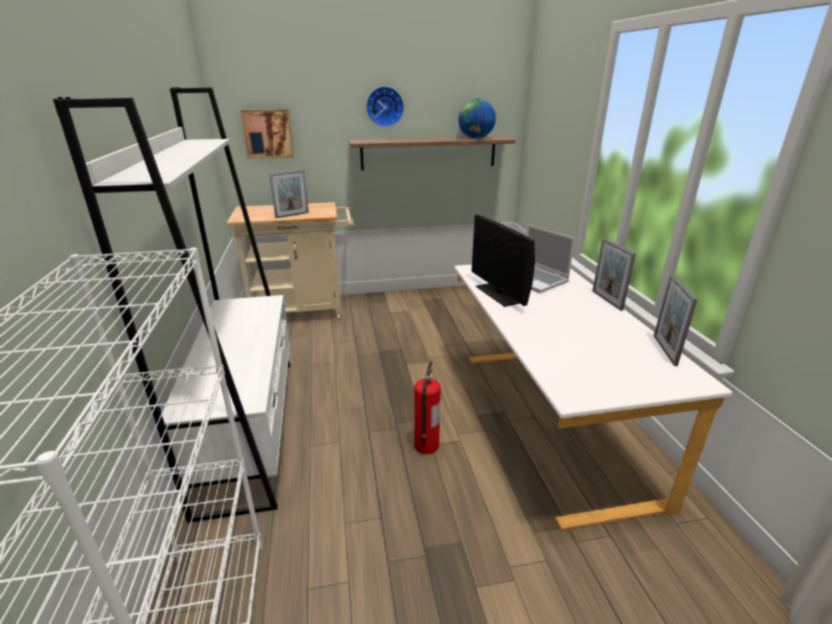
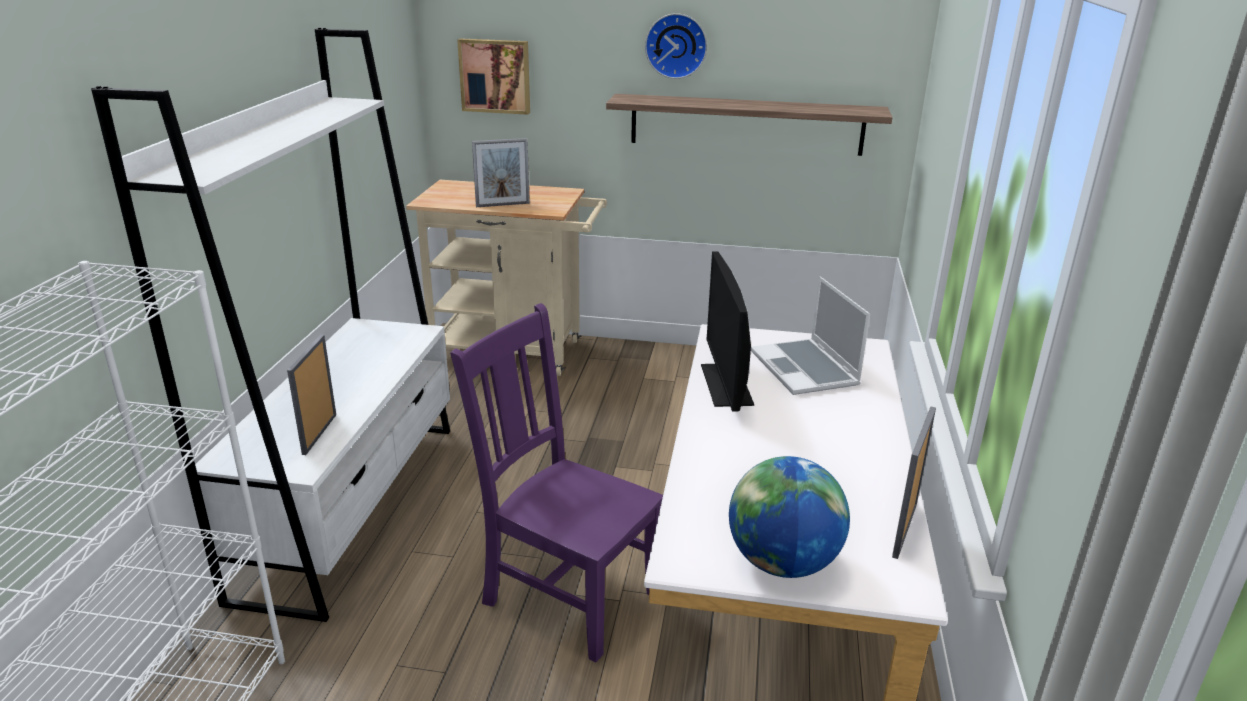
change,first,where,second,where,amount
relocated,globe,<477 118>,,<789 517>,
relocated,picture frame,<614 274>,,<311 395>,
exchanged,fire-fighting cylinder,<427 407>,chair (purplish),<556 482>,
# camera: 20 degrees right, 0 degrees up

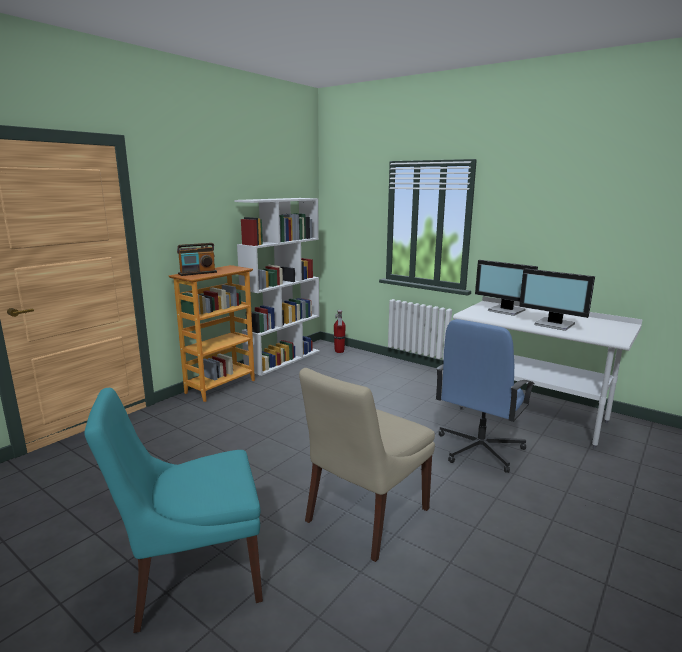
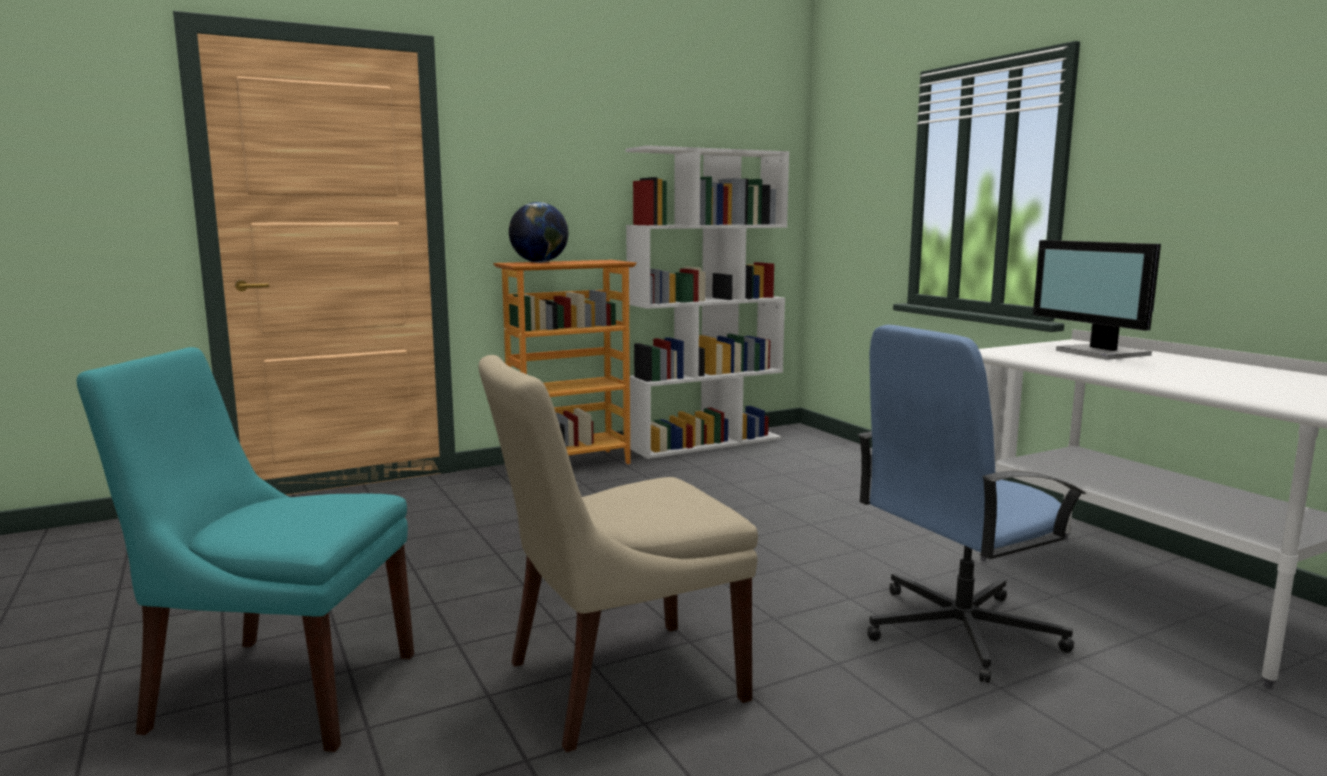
change,first,where,second,where,amount
missing,fire-fighting cylinder,<339 331>,,,
missing,monitor,<557 299>,,,
exchanged,radio receiver,<197 259>,globe,<539 232>,
# camera: 25 degrees right, 5 degrees down

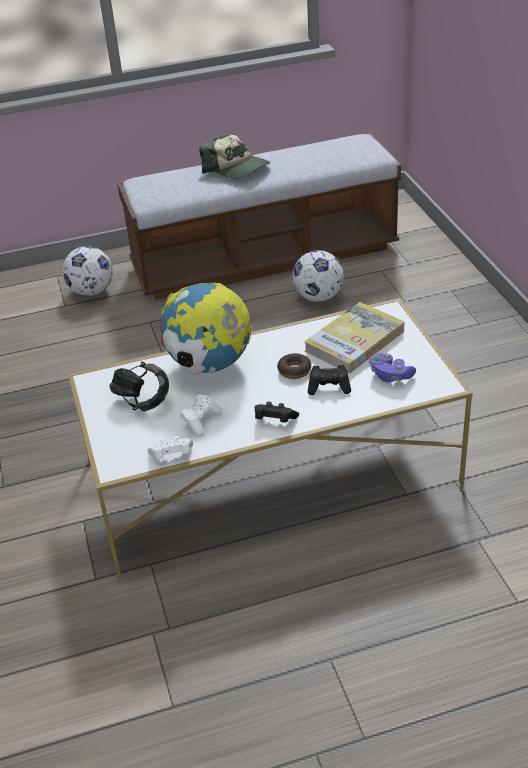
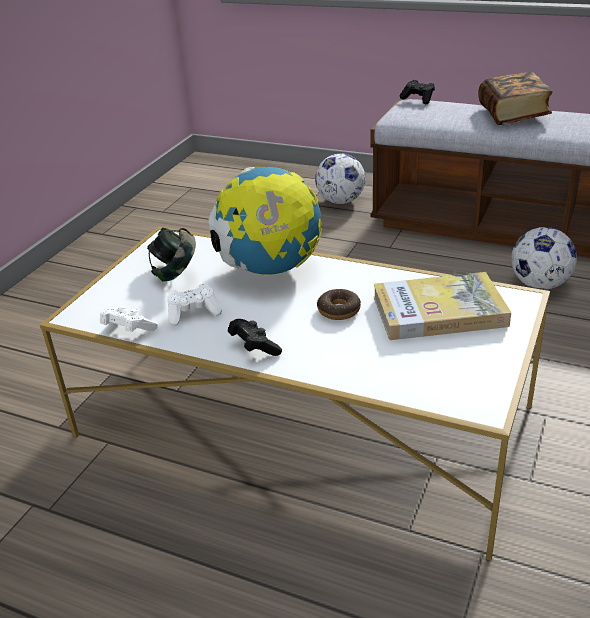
change,first,where,second,where,amount
missing,joypad (purplish),<392 368>,,,
relocated,joypad (black-coloured),<329 380>,,<417 92>,
exchanged,baseball cap,<234 156>,bound book,<515 98>,
# camera: 40 degrees right, 5 degrees down

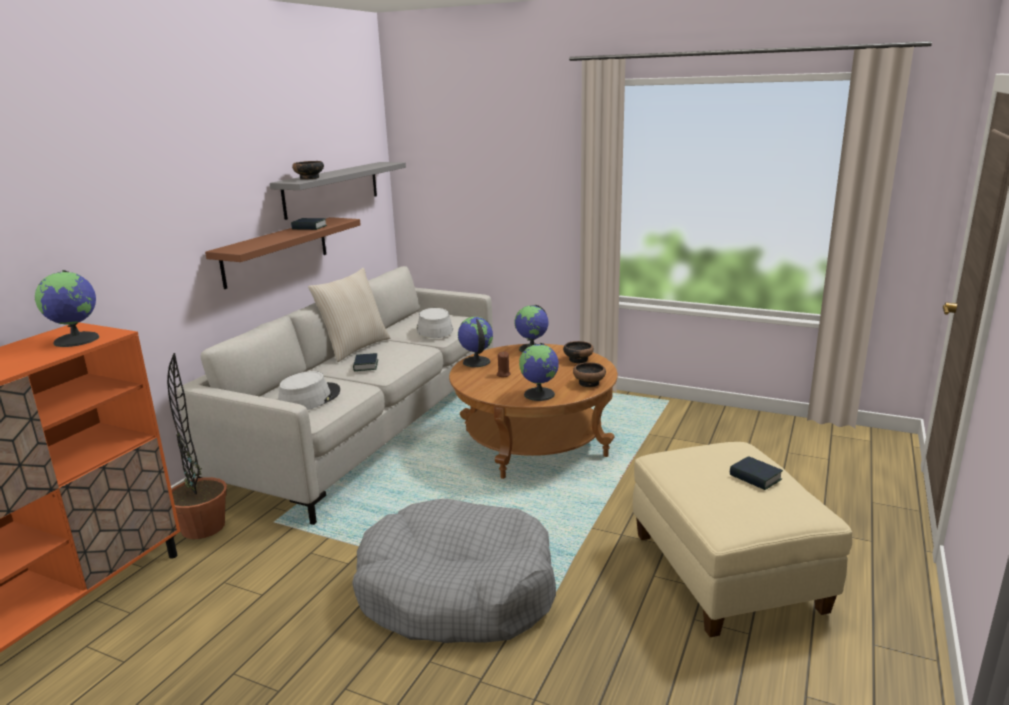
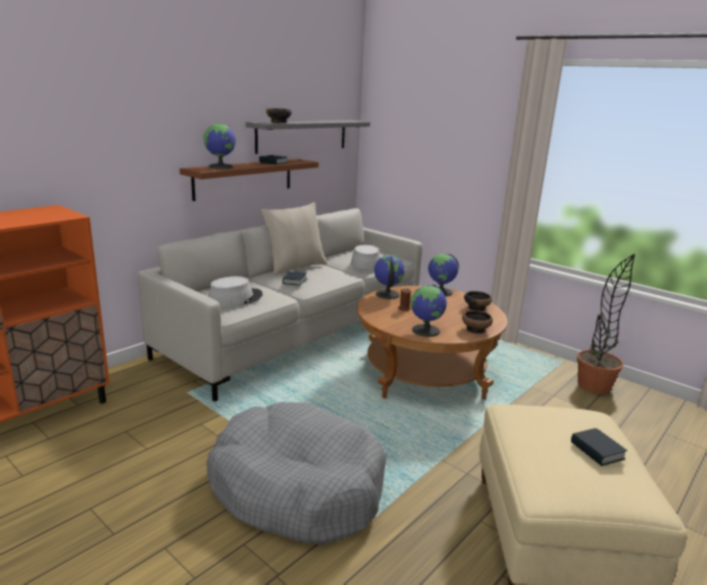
change,first,where,second,where,amount
relocated,globe,<67 308>,,<219 146>,
relocated,plant in a pot,<197 446>,,<606 324>,
# camera: 15 degrees right, 0 degrees up

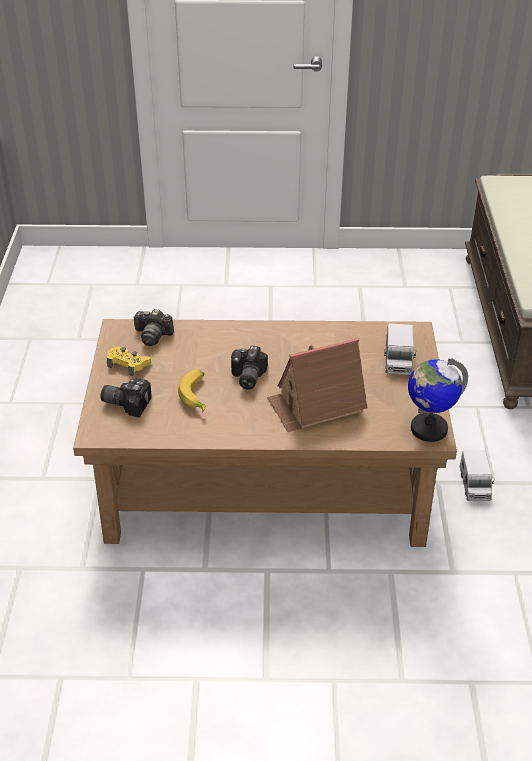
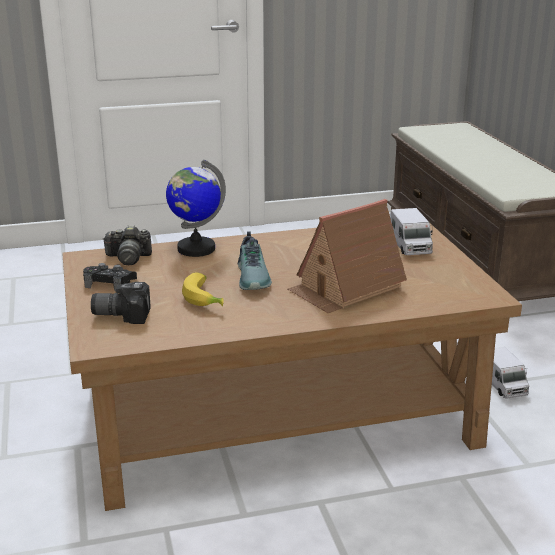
change,first,where,second,where,amount
relocated,globe,<438 400>,,<196 208>,
exchanged,photo camera,<249 368>,low shoe,<255 260>,
colour,joypad (yellow-coloured),<128 361>,joypad (black-coloured),<110 277>,
# camera: 15 degrees left, 15 degrees down

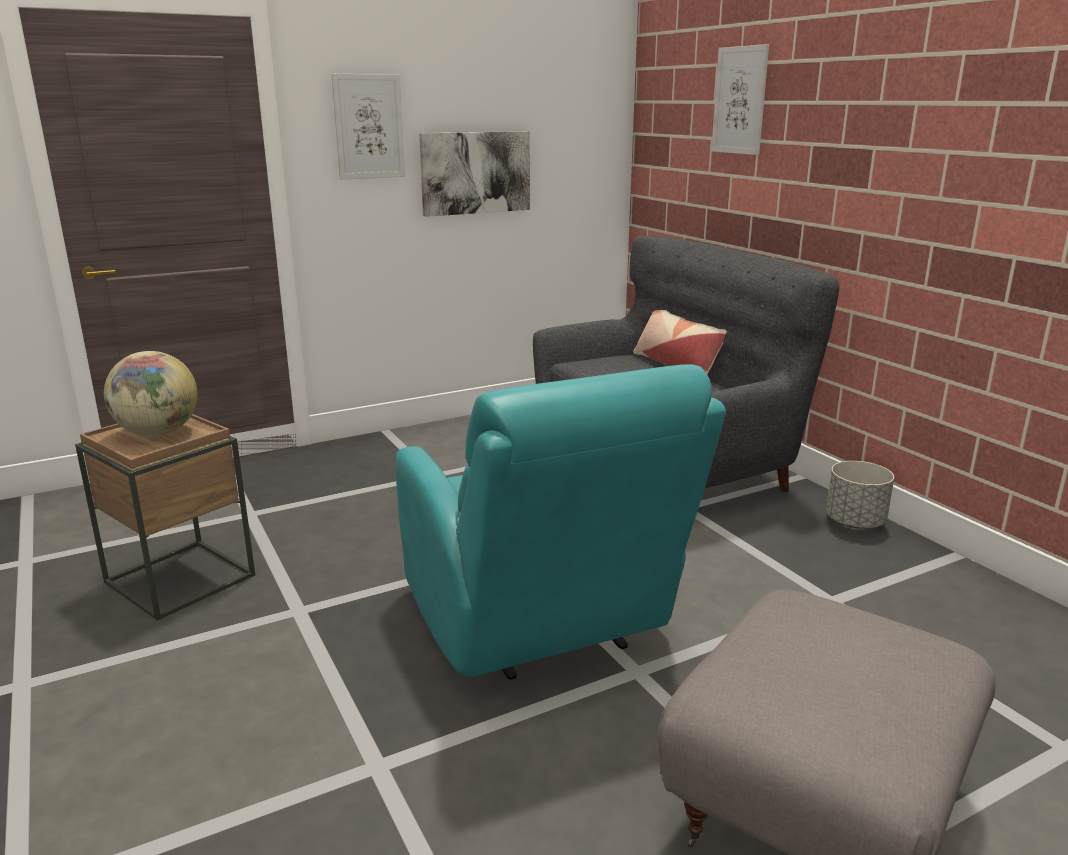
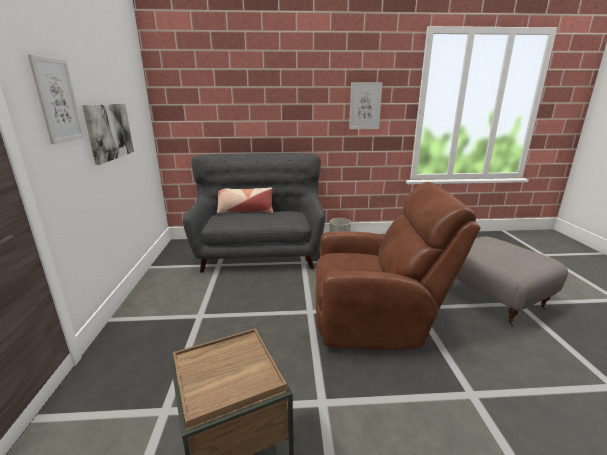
change,first,where,second,where,amount
missing,globe,<150 393>,,,
relocated,wall picture,<740 99>,,<365 105>,
colour,lounge chair (blue-green),<560 522>,lounge chair (brownish),<397 266>,
# camera: 65 degrees left, 0 degrees up

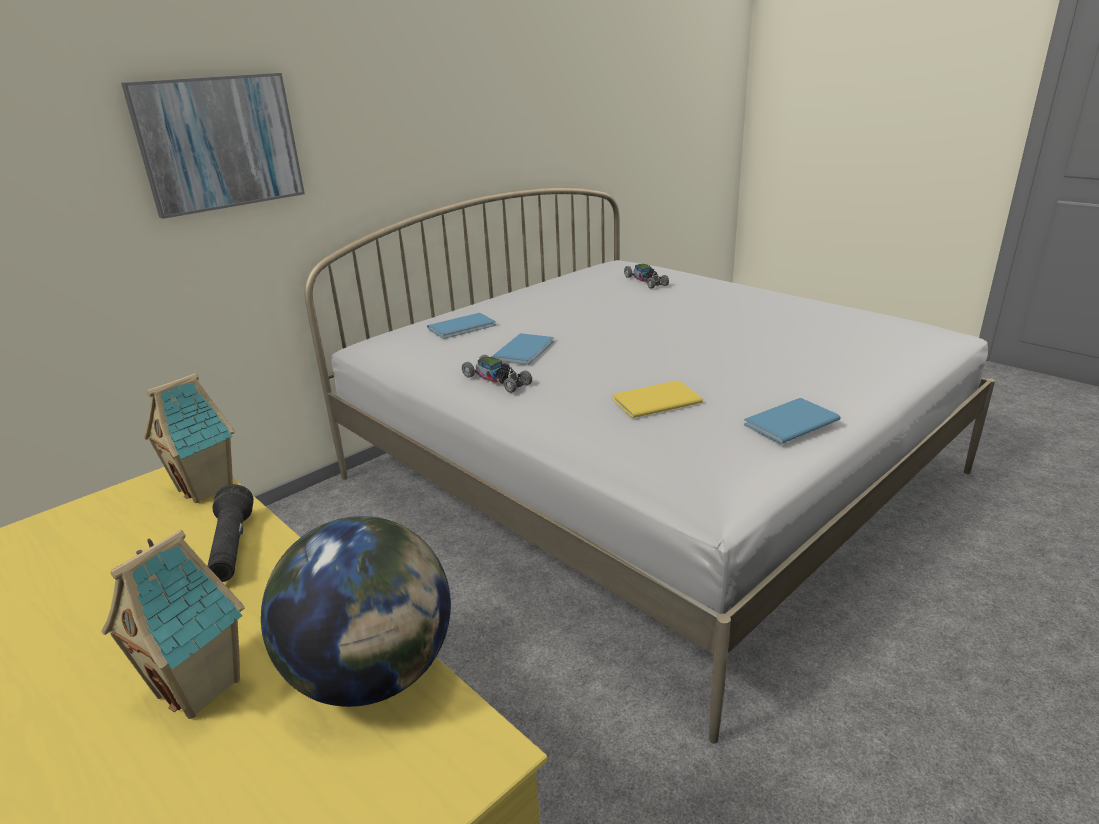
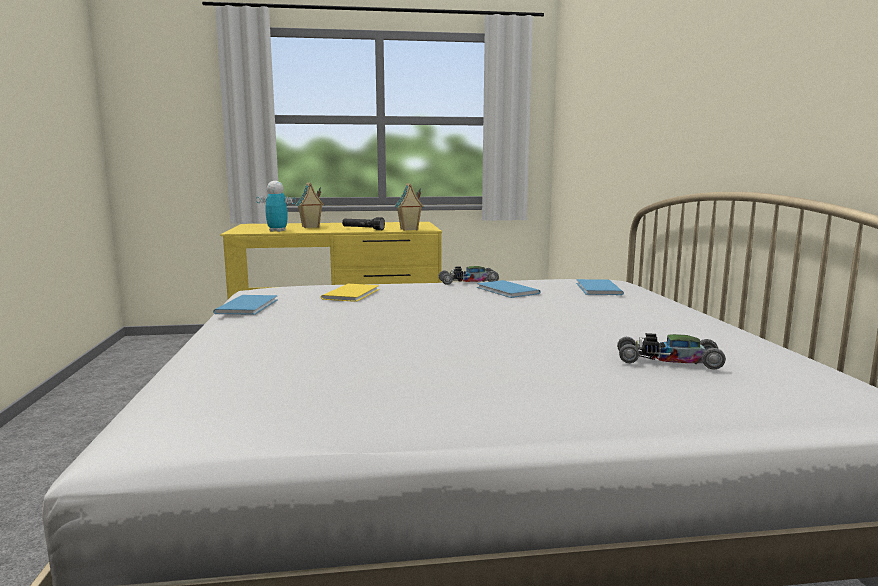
change,first,where,second,where,amount
missing,wall picture,<213 146>,,,
exchanged,globe,<356 611>,robot figure,<276 206>,
# camera: 125 degrees right, 15 degrees down

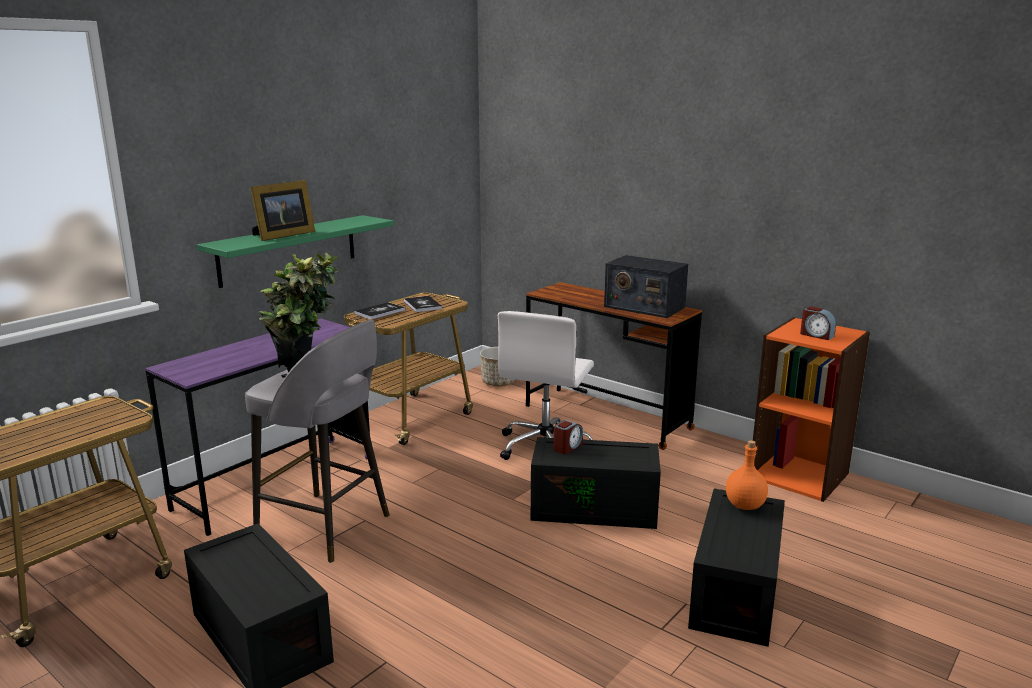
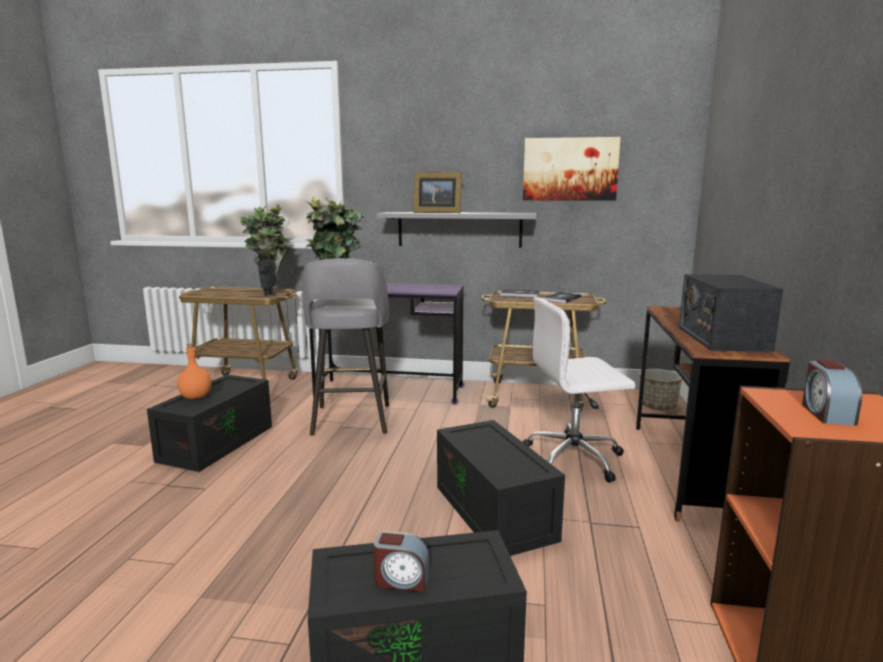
change,first,where,second,where,amount
appeared,,,plant in a pot,<266 250>,
appeared,,,wall picture,<572 169>,
relocated,bedside clock,<568 437>,,<401 561>,
relocated,bottle (orangey),<747 475>,,<194 371>,
colour,wall shelf (greenish),<295 251>,wall shelf (grey),<456 230>,
# camera: 60 degrees right, 5 degrees down

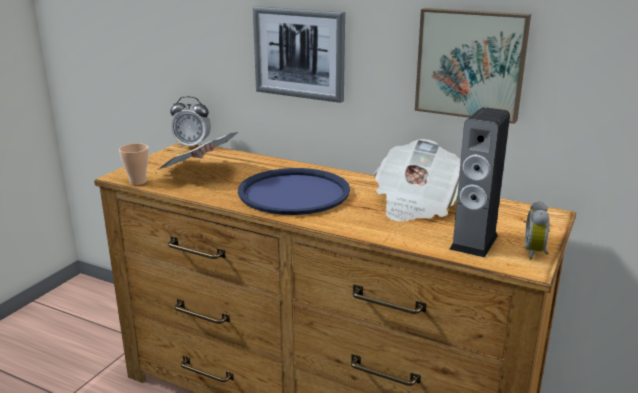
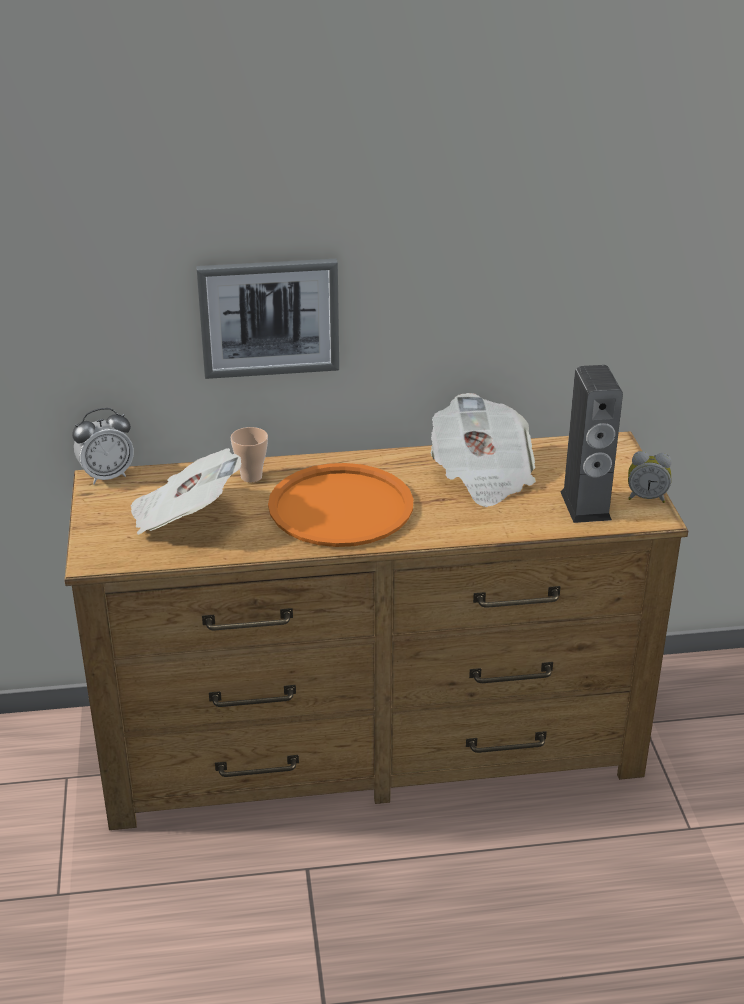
change,first,where,second,where,amount
missing,wall picture,<473 66>,,,
relocated,small cup,<134 164>,,<249 455>,
colour,tray (blue-coloured),<294 191>,tray (orangey),<340 505>,
spun,bedside clock,<537 230>,,<650 477>,60 degrees counterclockwise
# camera: 35 degrees left, 10 degrees up

